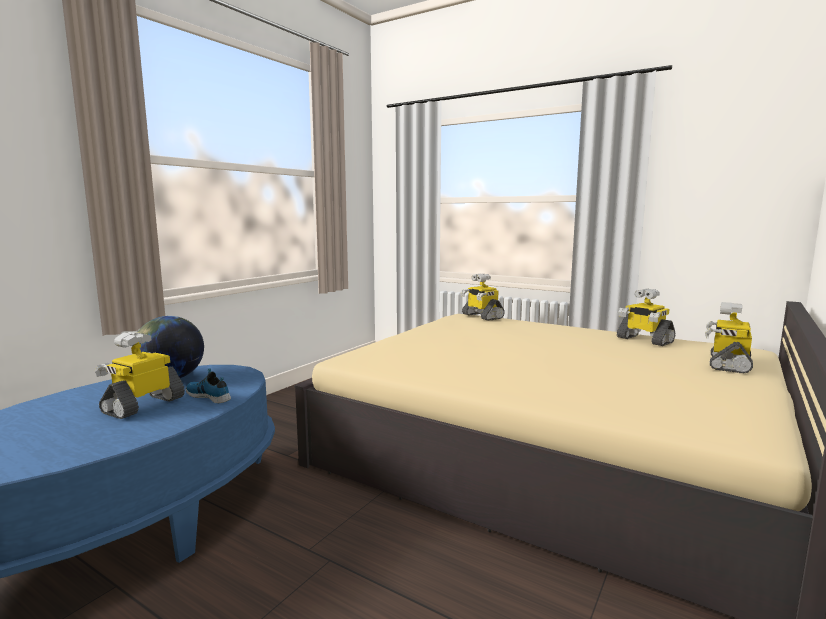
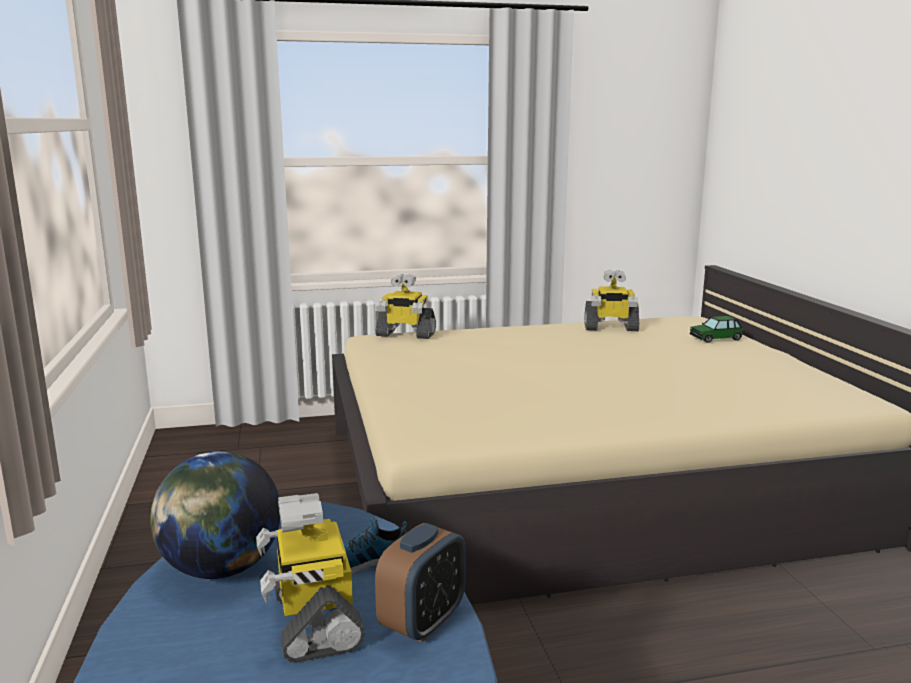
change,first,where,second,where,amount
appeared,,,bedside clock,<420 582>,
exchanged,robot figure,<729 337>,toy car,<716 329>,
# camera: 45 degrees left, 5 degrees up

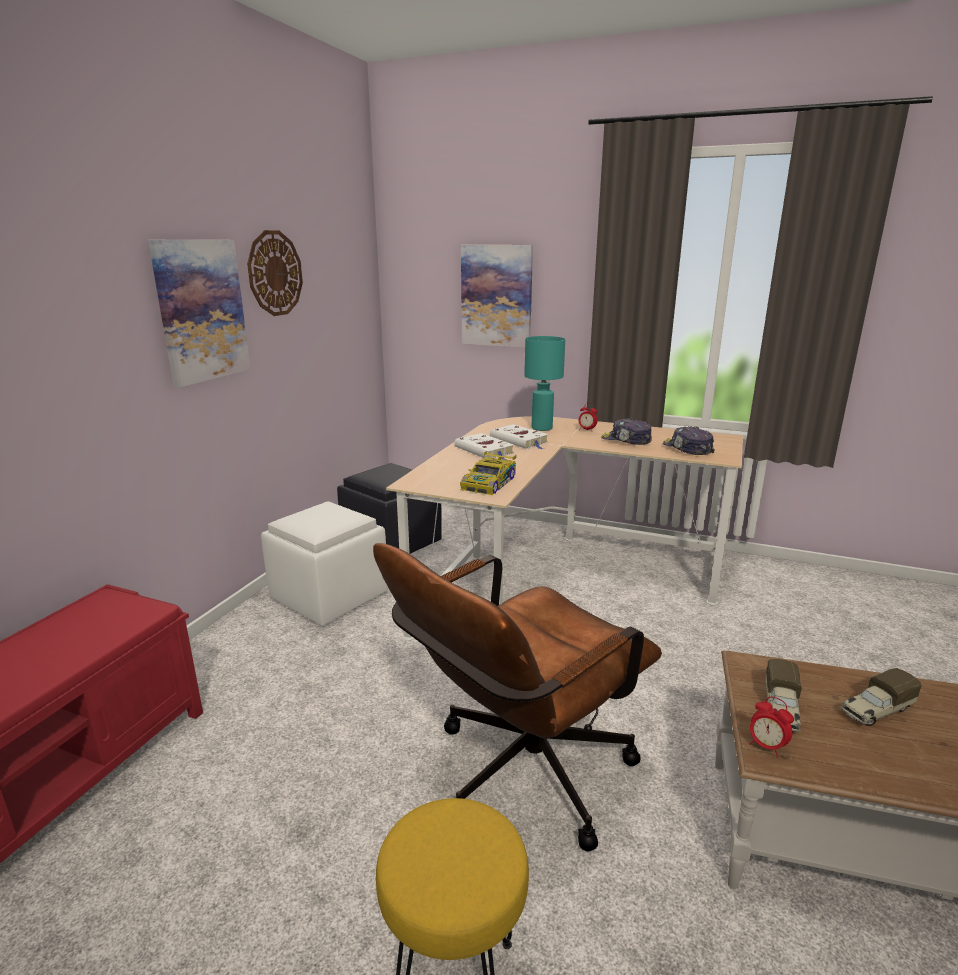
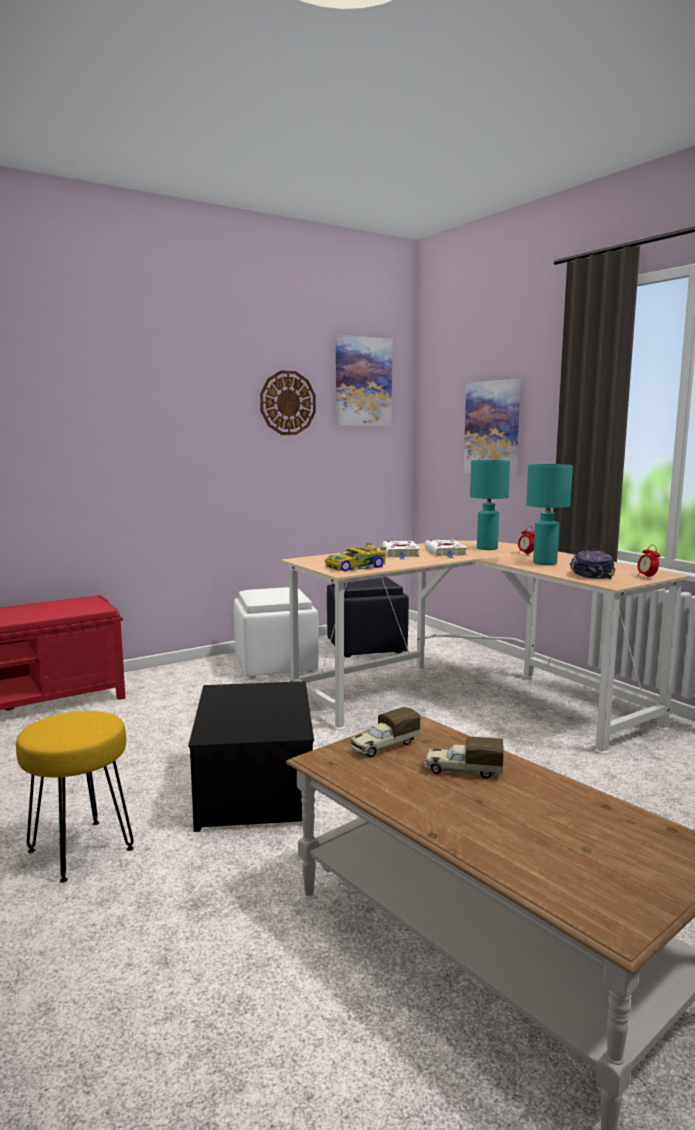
change,first,where,second,where,amount
relocated,wall picture,<199 313>,,<364 380>,
relocated,bedside clock,<771 727>,,<649 562>,
exchanged,desk chair (brownish),<517 697>,storage container,<251 756>,
exchanged,baseball cap,<626 431>,lamp for a table (blue-green),<549 514>,
# camera: 35 degrees right, 10 degrees down

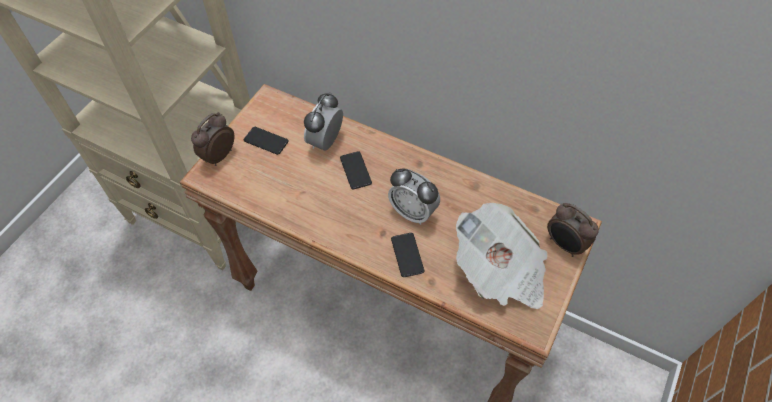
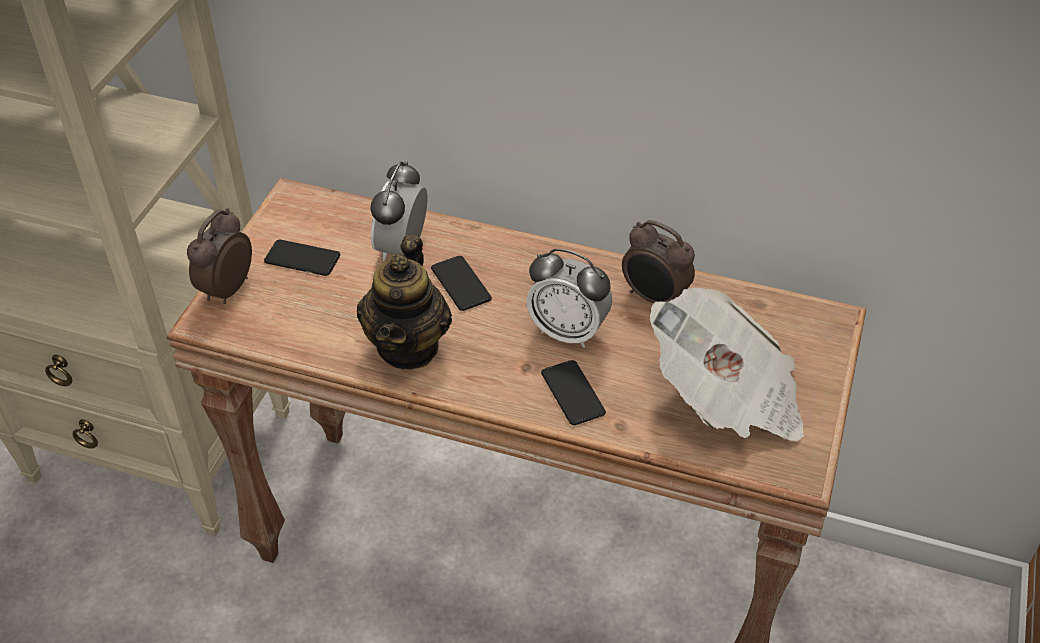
change,first,where,second,where,amount
appeared,,,teapot,<404 302>,
relocated,bedside clock,<573 230>,,<658 261>,
# camera: 10 degrees left, 10 degrees down

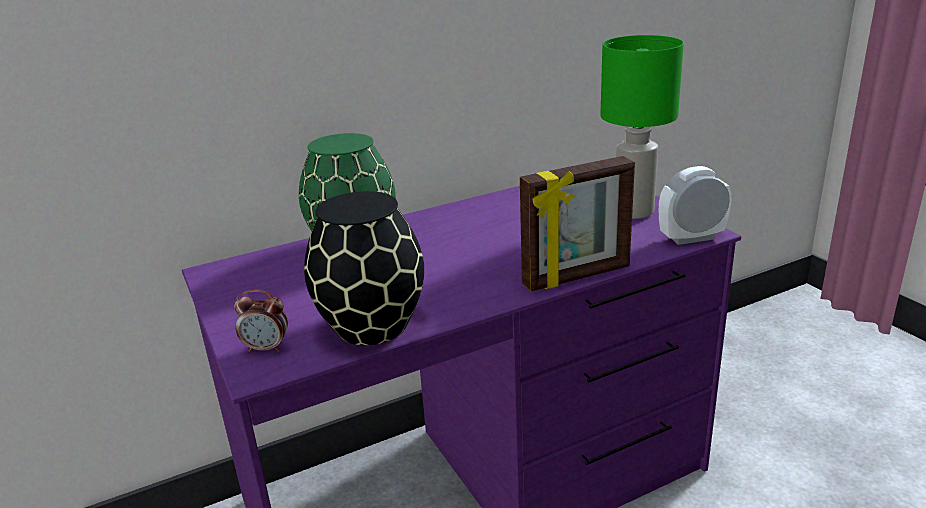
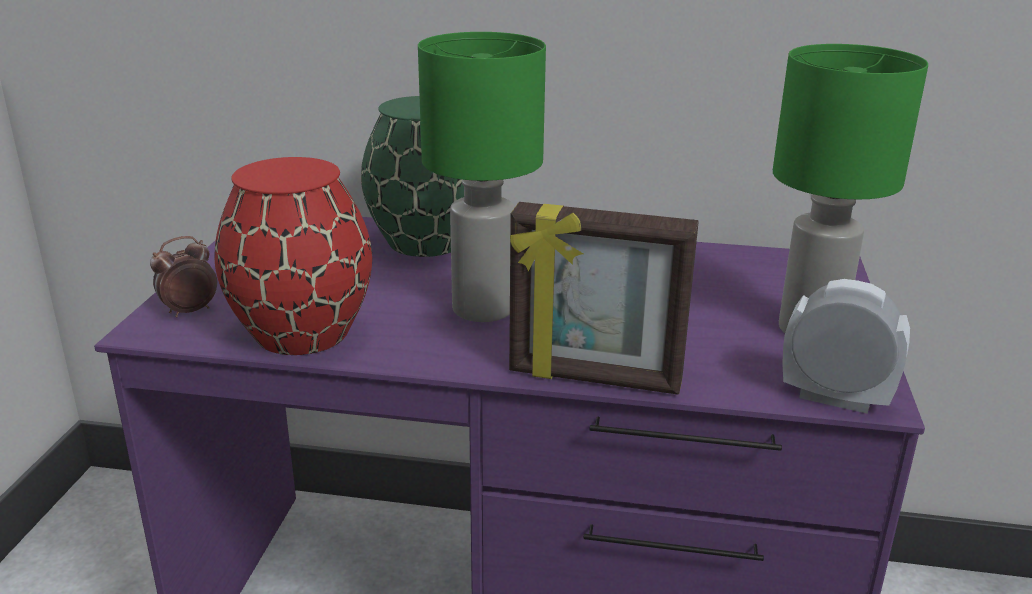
change,first,where,second,where,amount
appeared,,,lamp for a table (greenish),<482 177>,
colour,decorative vase (black-coloured),<364 268>,decorative vase (red),<293 256>,
spun,bedside clock,<261 321>,,<183 276>,105 degrees clockwise
# camera: 35 degrees right, 0 degrees up

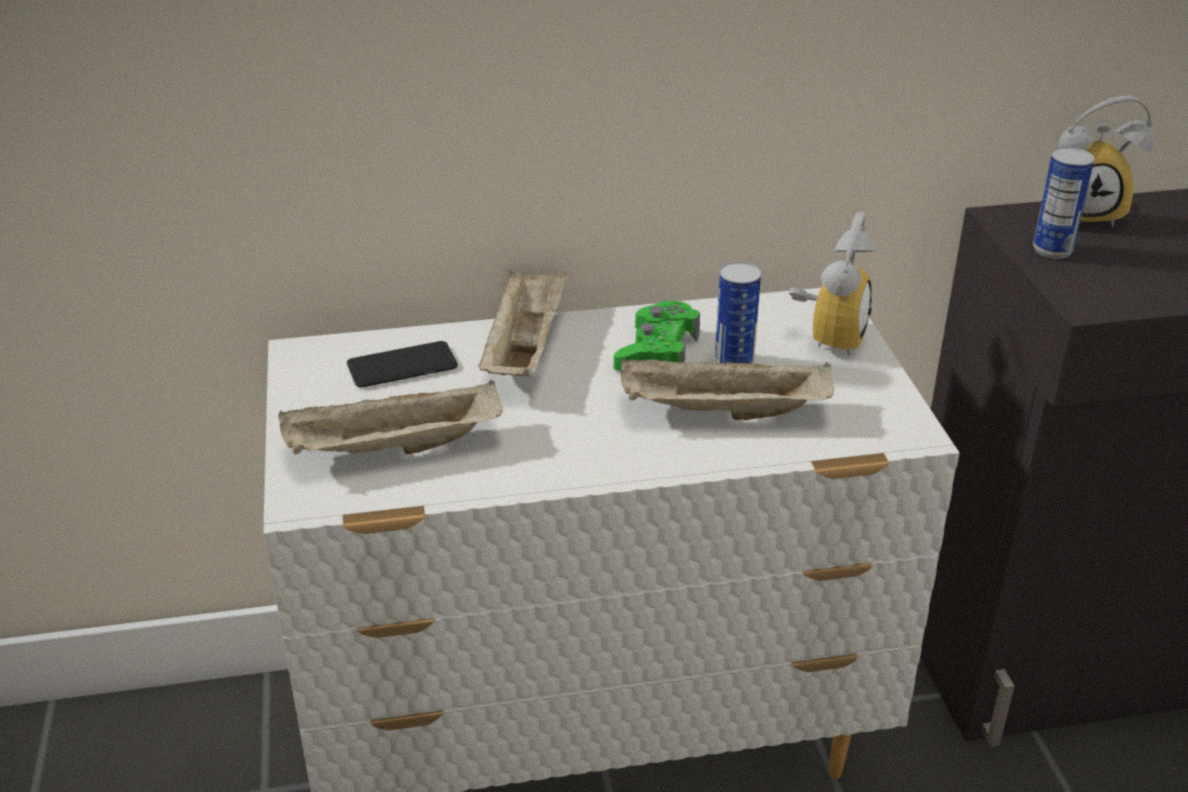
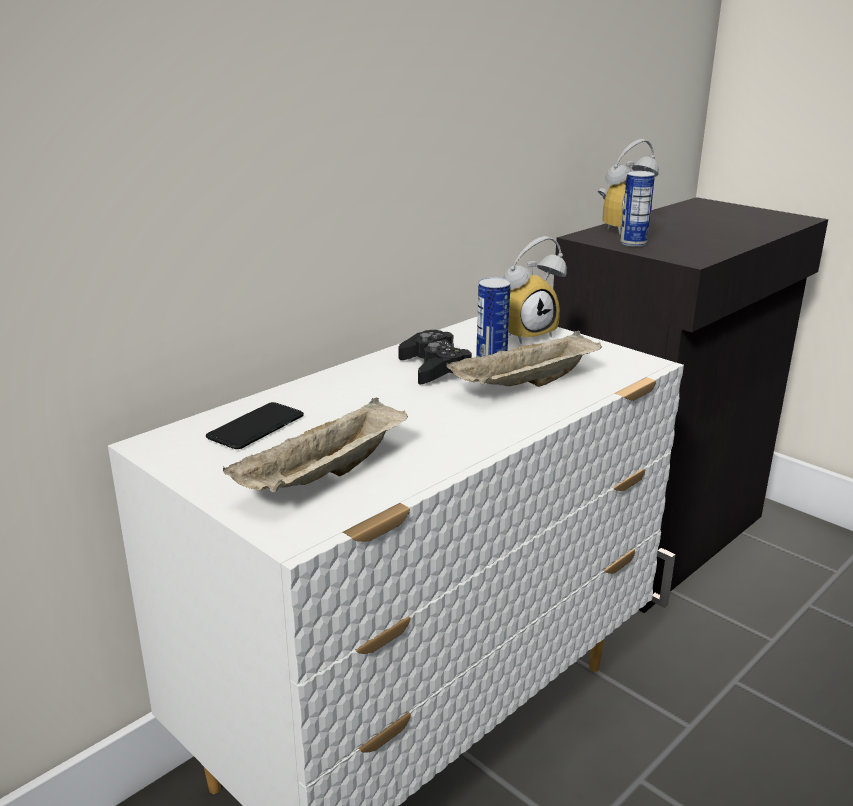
change,first,where,second,where,amount
missing,tray (sand-coloured),<523 323>,,,
colour,joypad (greenish),<657 335>,joypad (black-coloured),<435 357>,
spun,bedside clock,<833 284>,,<535 290>,75 degrees clockwise
# camera: 35 degrees left, 10 degrees down

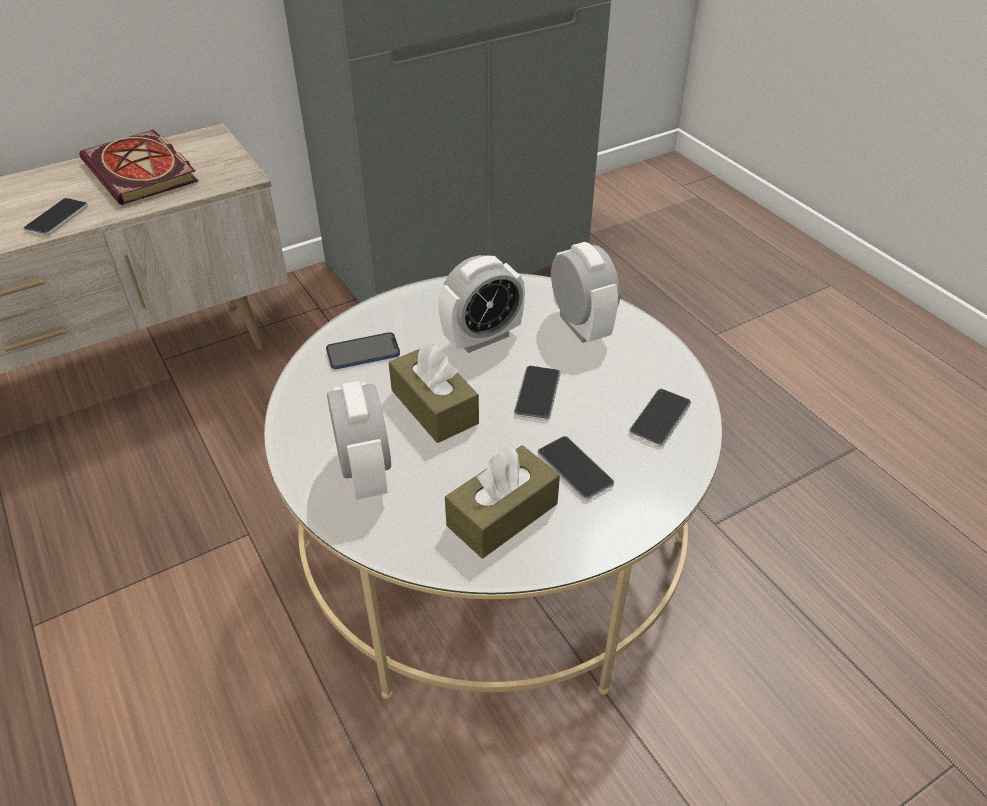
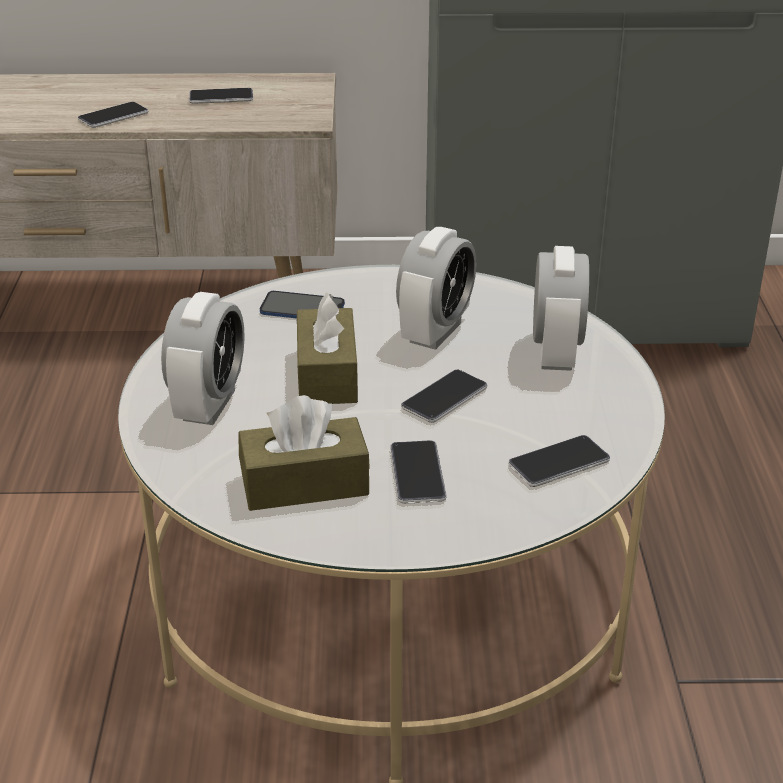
change,first,where,second,where,amount
exchanged,bound book,<138 167>,phone,<221 96>,
spun,bedside clock,<481 304>,,<436 288>,60 degrees counterclockwise
# camera: 30 degrees right, 10 degrees down

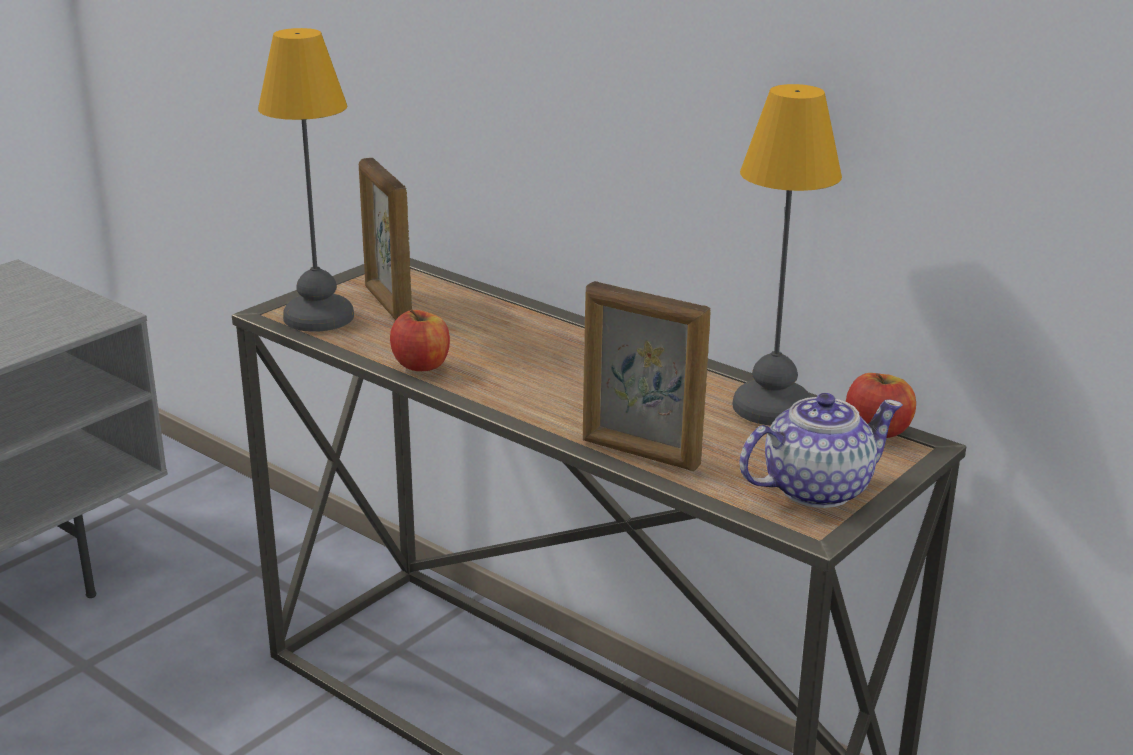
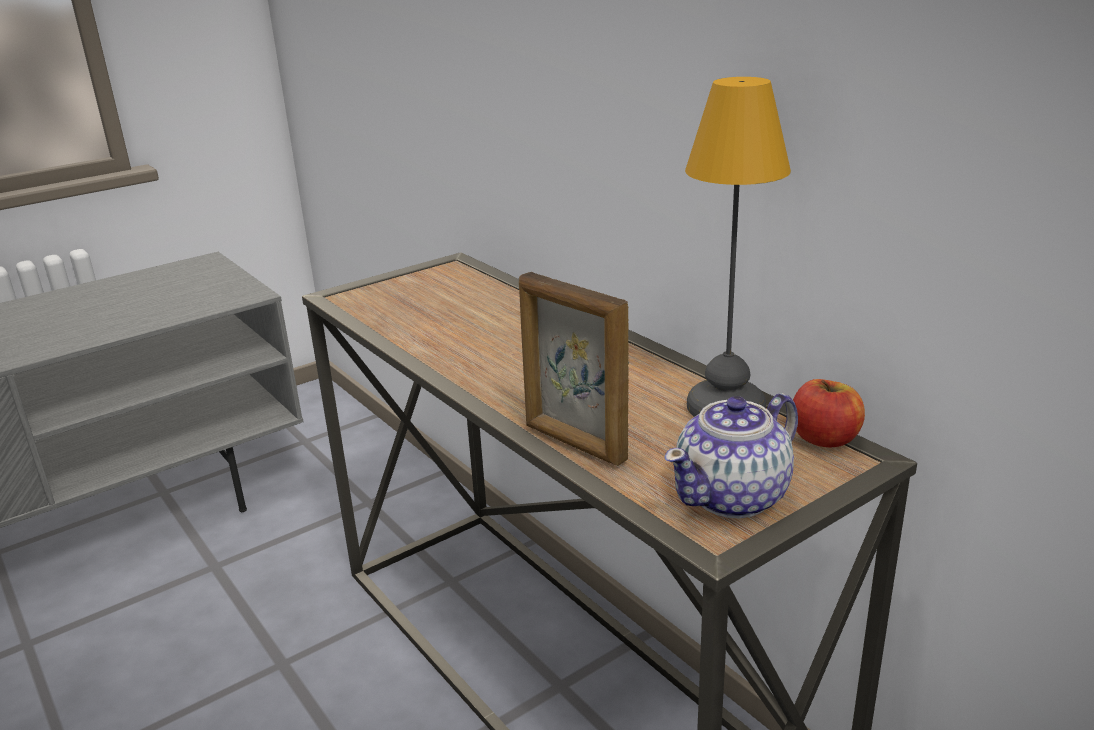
change,first,where,second,where,amount
missing,lamp for a table,<306 180>,,,
missing,picture frame,<385 239>,,,
missing,apple,<420 340>,,,
spun,teapot,<821 450>,,<731 456>,150 degrees clockwise
# camera: 15 degrees right, 0 degrees up

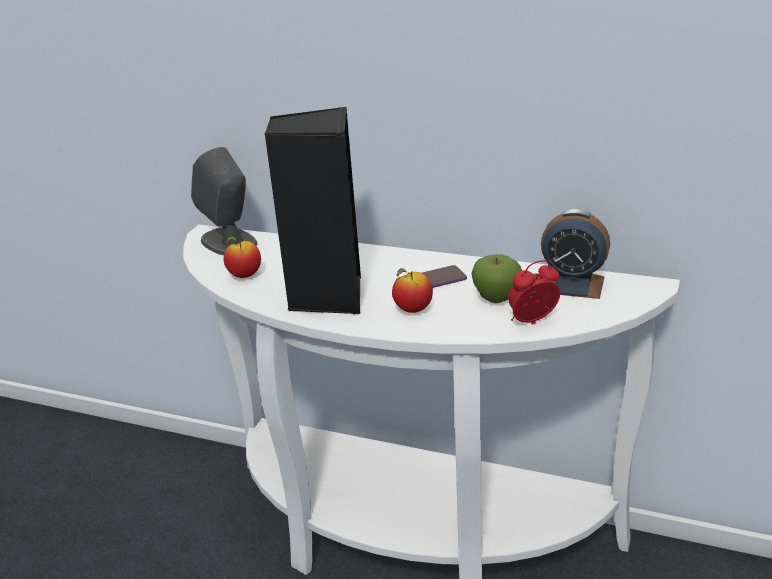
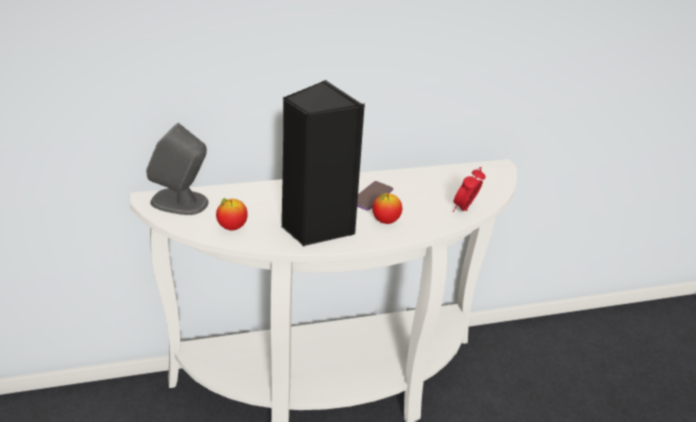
change,first,where,second,where,amount
missing,apple,<496 278>,,,
missing,bedside clock,<575 254>,,,
# camera: 40 degrees left, 5 degrees up

